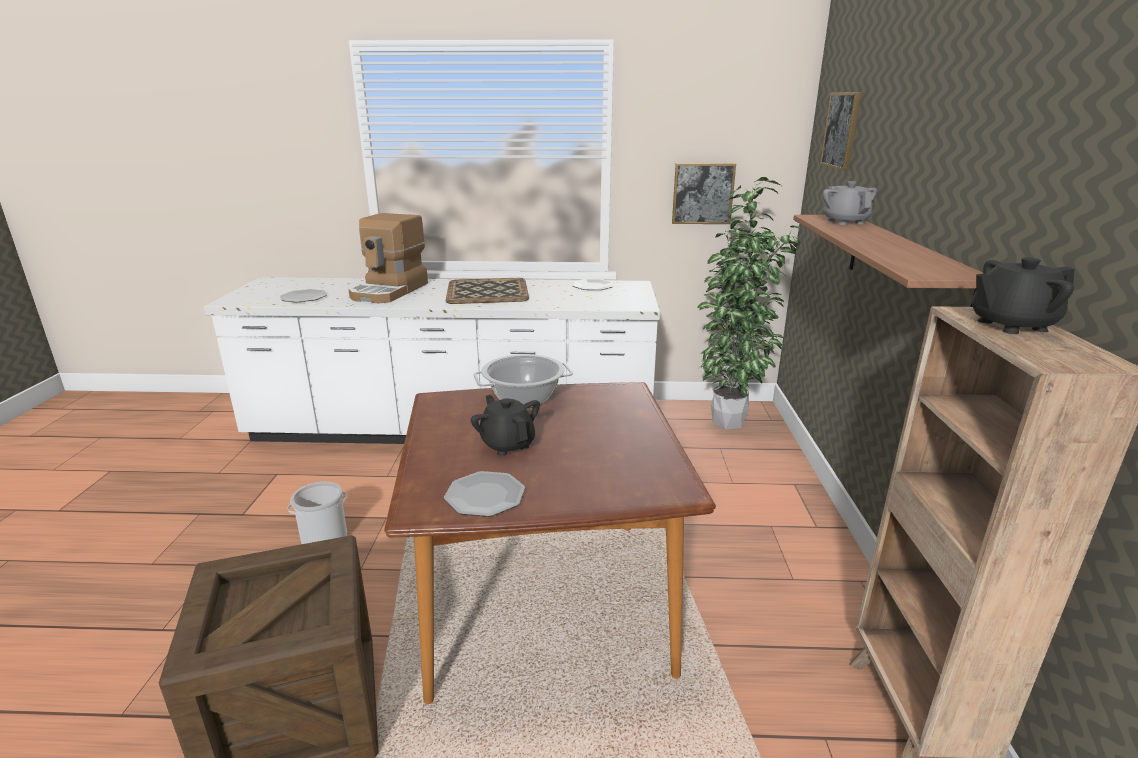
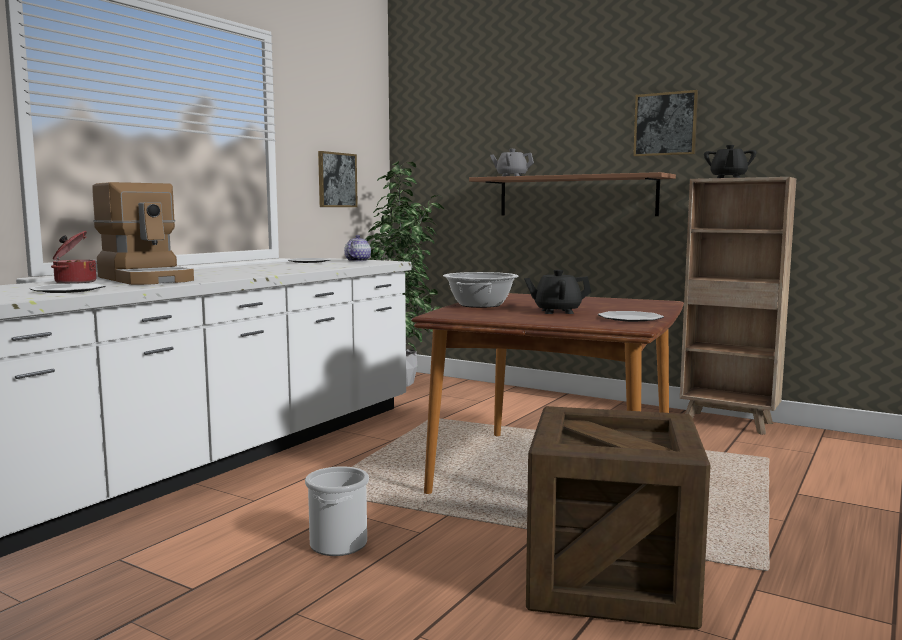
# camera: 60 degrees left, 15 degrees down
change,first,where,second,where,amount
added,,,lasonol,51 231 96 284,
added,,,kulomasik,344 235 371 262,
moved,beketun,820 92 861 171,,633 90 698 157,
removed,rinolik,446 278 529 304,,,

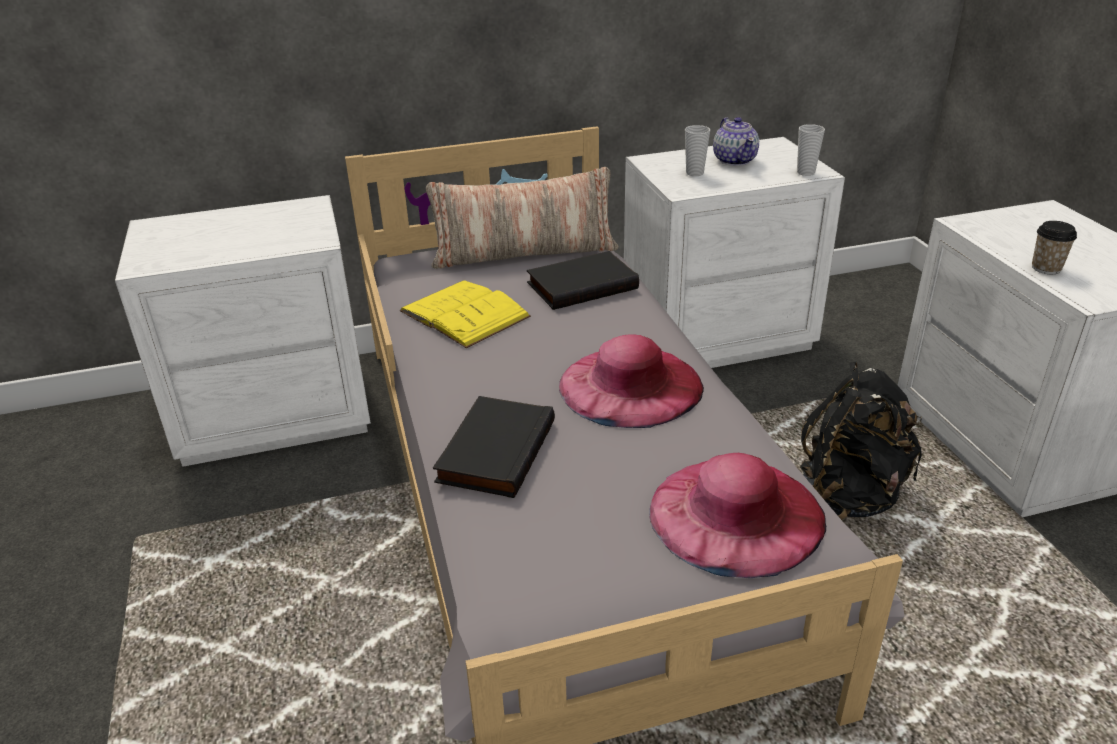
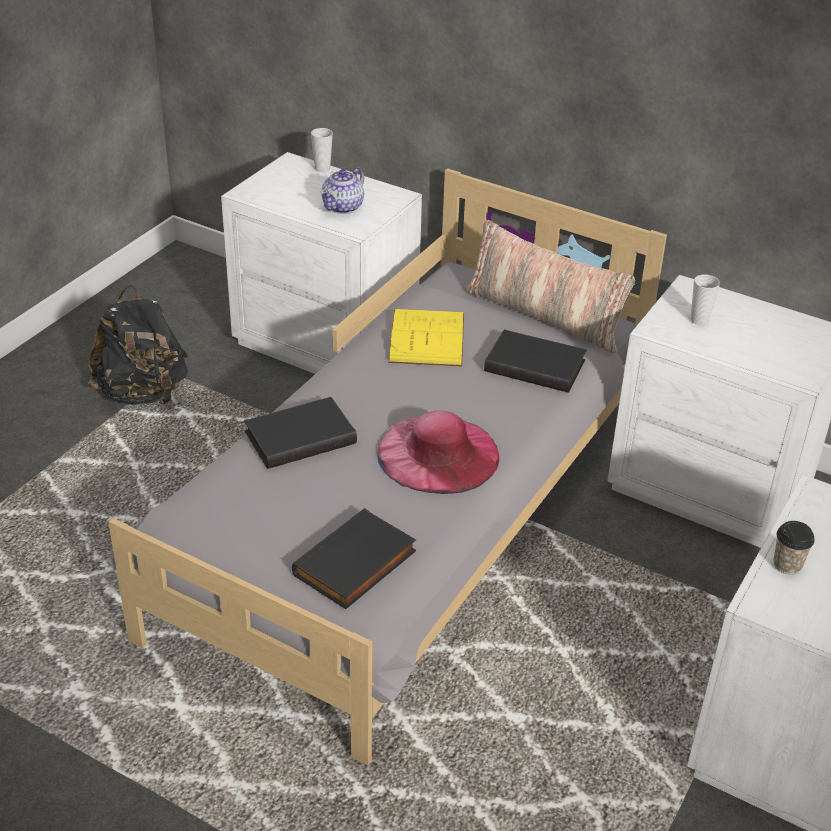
# camera: 45 degrees right, 5 degrees up
change,first,where,second,where,amount
moved,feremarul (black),800 362 922 520,,88 285 188 405,
replaced,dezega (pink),649 453 826 578,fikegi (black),292 508 416 609,
moved,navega,797 124 825 176,,311 128 333 172,
moved,kulomasik,713 117 759 166,,321 167 364 214,

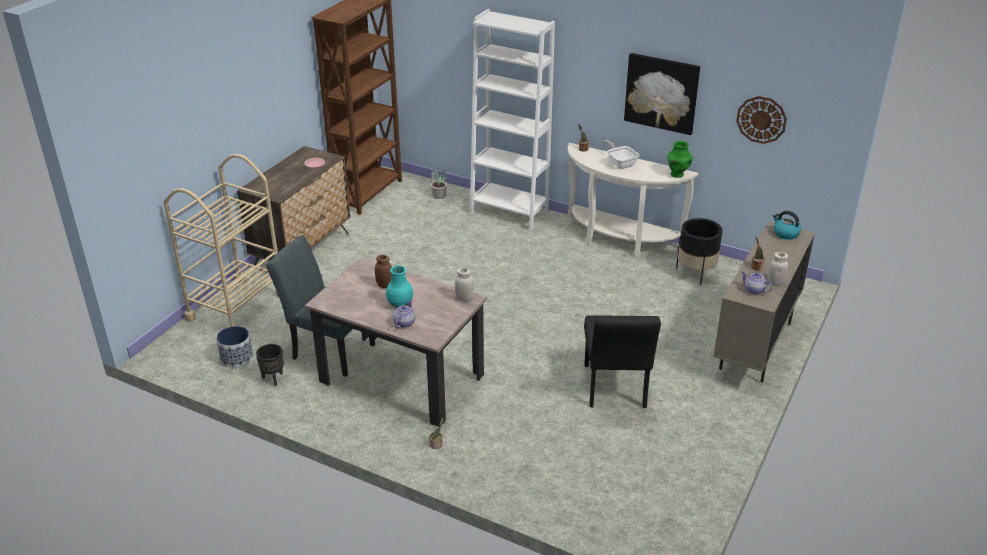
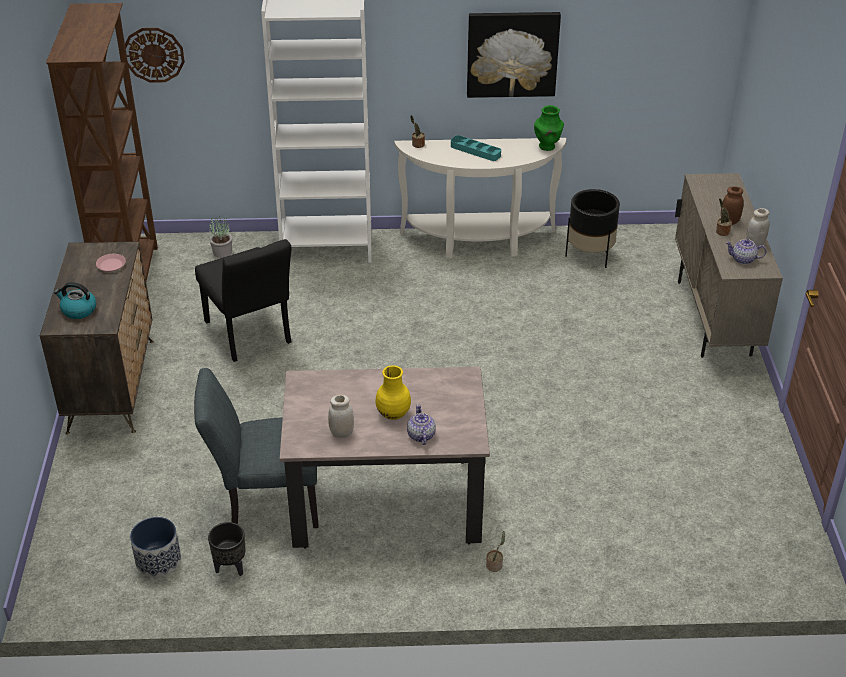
# camera: 30 degrees left, 5 degrees up
change,first,where,second,where,amount
moved,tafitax,773 211 801 240,,54 282 96 319,
moved,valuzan,736 96 787 144,,125 28 185 83,
moved,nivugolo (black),584 315 661 408,,195 239 291 362,
moved,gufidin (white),455 268 473 302,,328 395 354 438,
recoloured,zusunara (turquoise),386 266 413 308,zusunara (yellow),375 365 411 420,
replaced,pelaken,604 140 640 169,rinolik (turquoise),451 135 501 161,
moved,gufidin (brown),375 255 392 289,,721 187 744 225,
removed,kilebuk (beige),164 154 279 327,,,

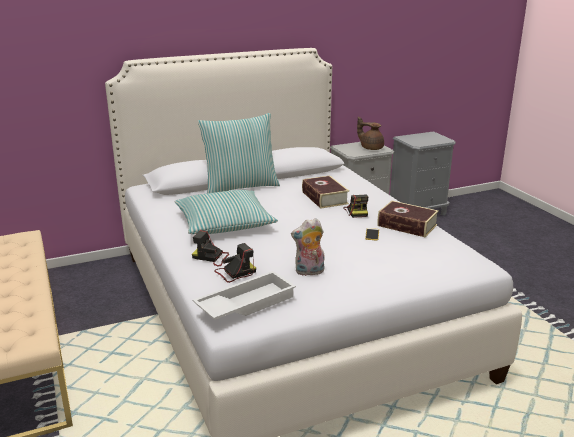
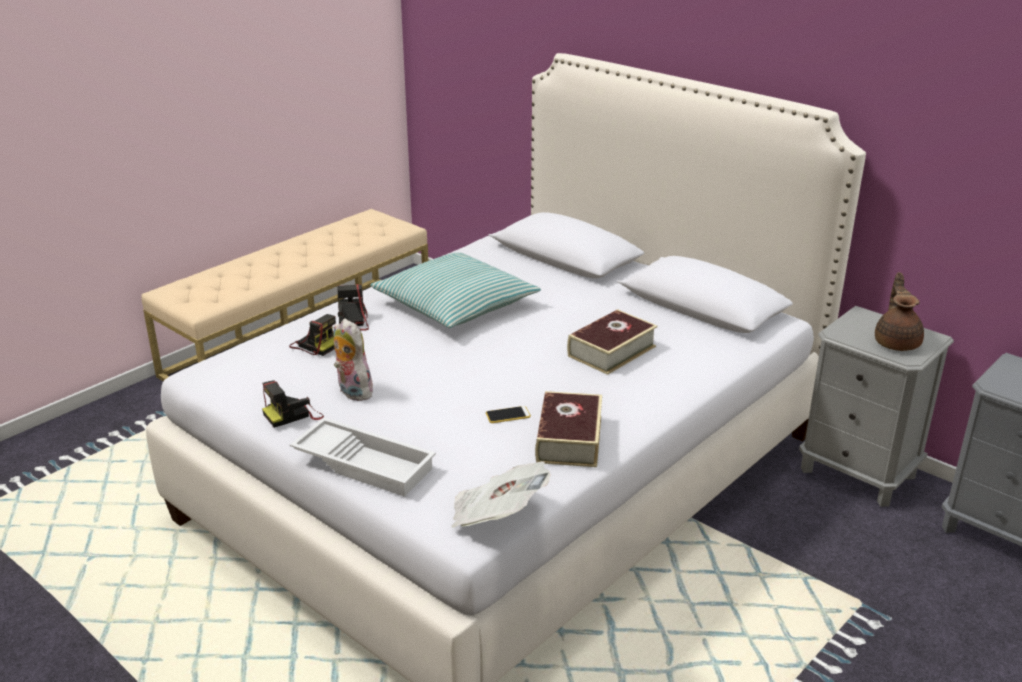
# camera: 65 degrees right, 5 degrees up
change,first,where,second,where,amount
moved,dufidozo,343 195 368 218,,262 380 324 428,
moved,rinolik (white),193 271 296 320,,290 417 436 497,
added,,,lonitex,452 461 550 528,
removed,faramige,198 113 280 193,,,

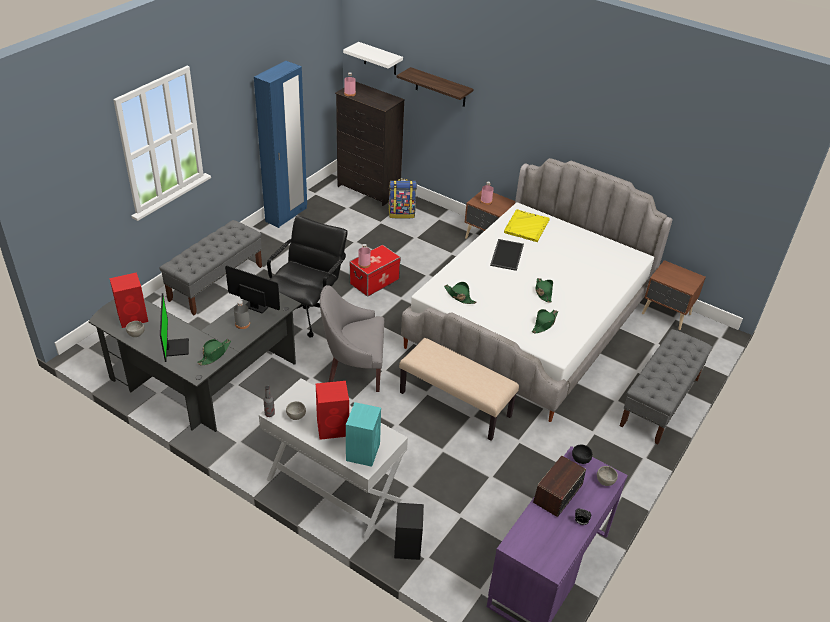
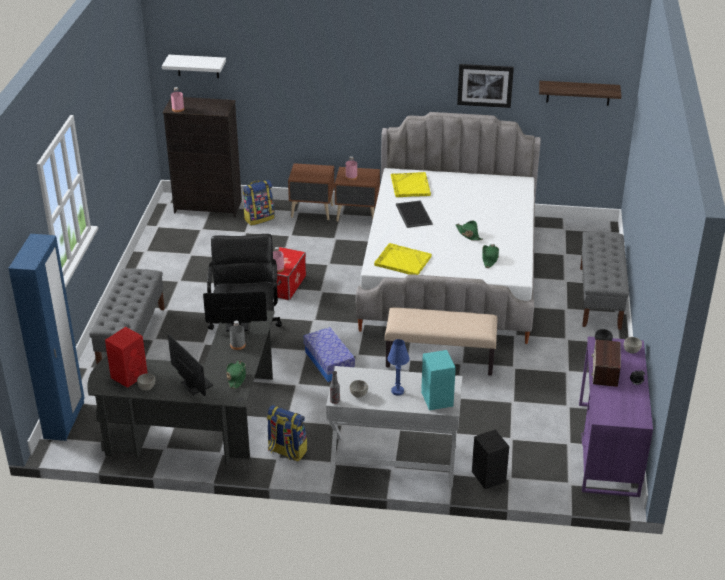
# camera: 25 degrees left, 5 degrees down
change,first,where,second,where,amount
moved,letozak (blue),254 61 307 228,,8 234 85 441,
added,,,feremarul,267 405 307 462,
moved,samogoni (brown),642 260 706 330,,288 163 335 220,
replaced,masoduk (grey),320 285 384 392,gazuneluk,304 327 355 382,
replaced,dezega (green),444 282 476 304,rinolik (yellow),374 243 432 275,
replaced,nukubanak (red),316 381 349 440,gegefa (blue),387 339 410 396,
added,,,beketun,457 64 514 108,
moved,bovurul,397 67 474 107,,539 81 622 106,

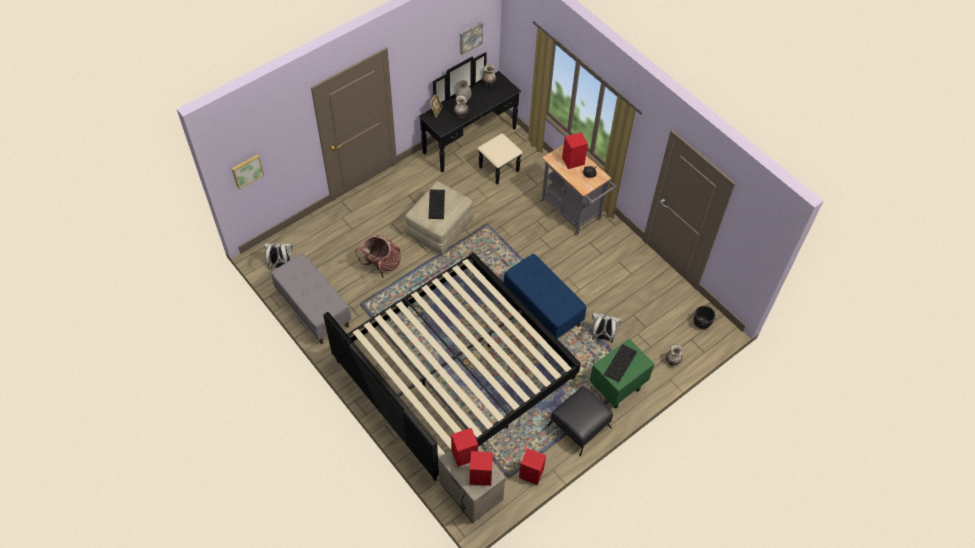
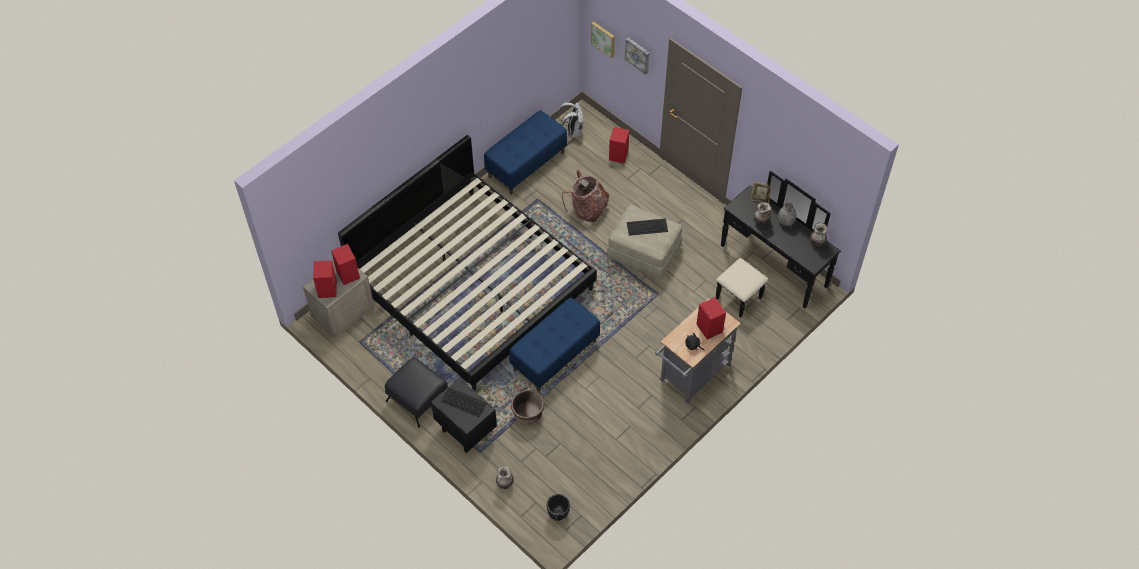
# camera: 85 degrees right, 0 degrees up
change,first,where,second,where,amount
recoloured,samogoni (green),589 339 654 408,samogoni (black),431 378 497 453,
recoloured,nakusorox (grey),271 253 351 344,nakusorox (blue),484 110 567 195,
replaced,feremarul (white),592 313 622 343,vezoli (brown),511 390 544 425,
moved,nukubanak (red),519 448 546 485,,609 127 630 164,
moved,beketun,460 22 483 55,,625 38 649 75,

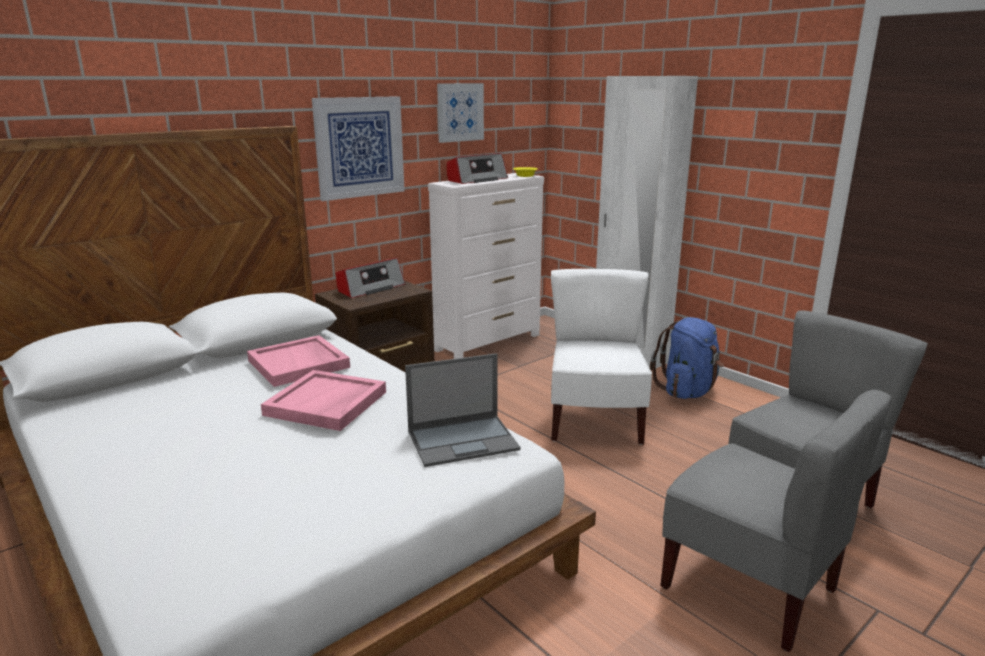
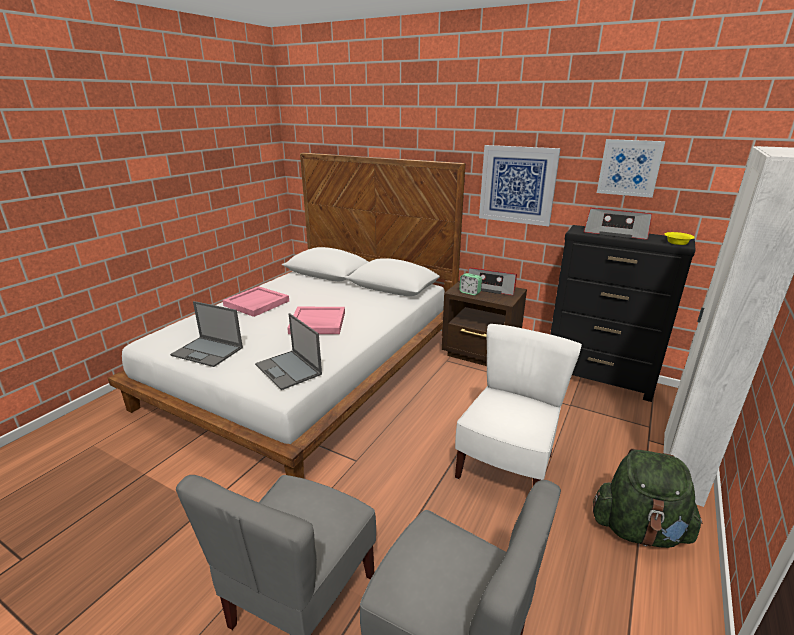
# camera: 70 degrees right, 5 degrees up
change,first,where,second,where,amount
added,,,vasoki,170 301 243 367,
moved,rinolik (pink),247 335 350 387,,223 286 289 317,
turned,nivugolo (white),551 269 652 445,,455 324 582 486,45 degrees counterclockwise
added,,,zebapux,459 273 482 295,
recoloured,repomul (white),428 173 544 359,repomul (black),550 225 696 402,
recoloured,feremarul (blue),650 317 724 399,feremarul (green),593 449 703 548,

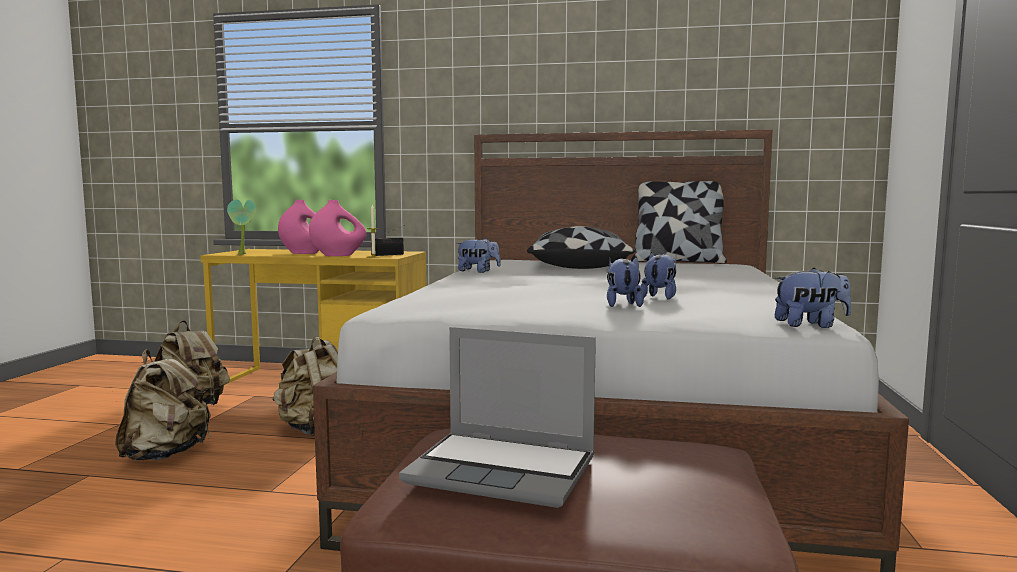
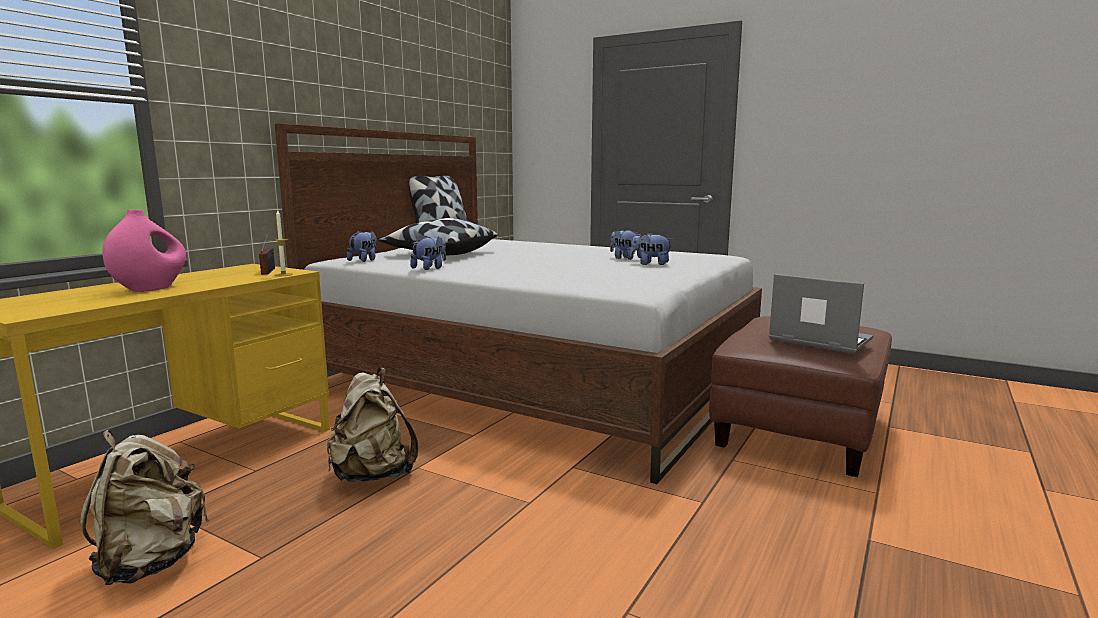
# camera: 70 degrees left, 5 degrees up
change,first,where,second,where,amount
moved,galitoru,774 268 851 328,,347 231 377 262,
turned,vasoki,399 327 596 508,,769 274 873 354,90 degrees counterclockwise
removed,feremarul (beige),115 349 211 460,,,
removed,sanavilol,227 200 256 255,,,
removed,zusunara (pink),309 200 366 256,,,

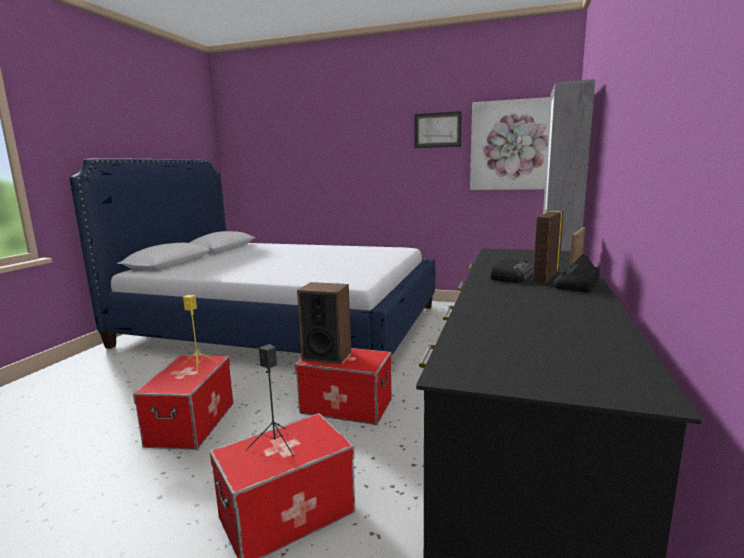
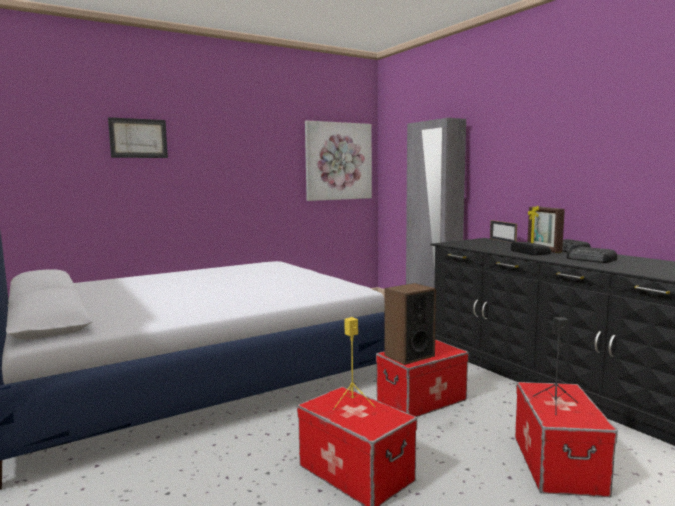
# camera: 50 degrees left, 5 degrees down
change,first,where,second,where,amount
moved,beketun,414 111 462 148,,108 117 168 158,
added,,,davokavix,567 247 617 263,

